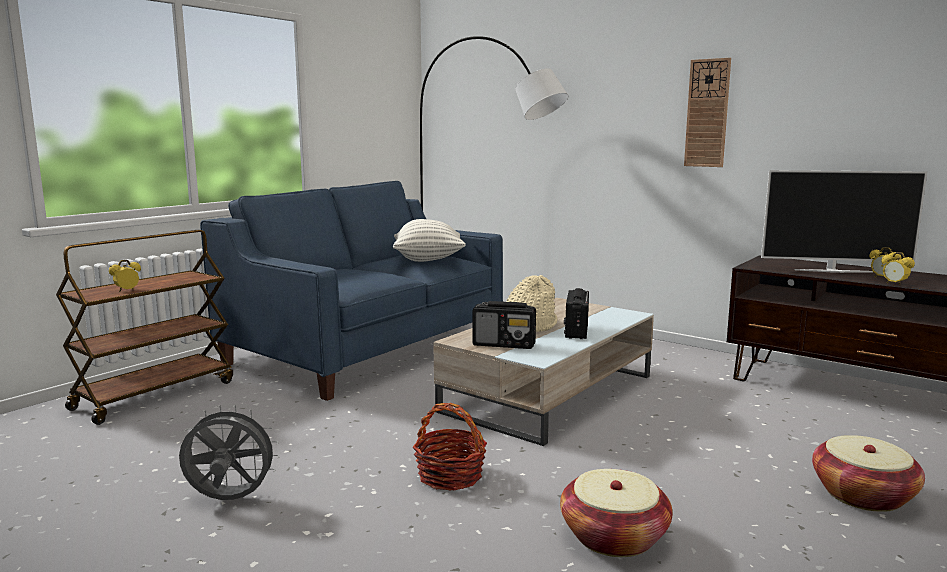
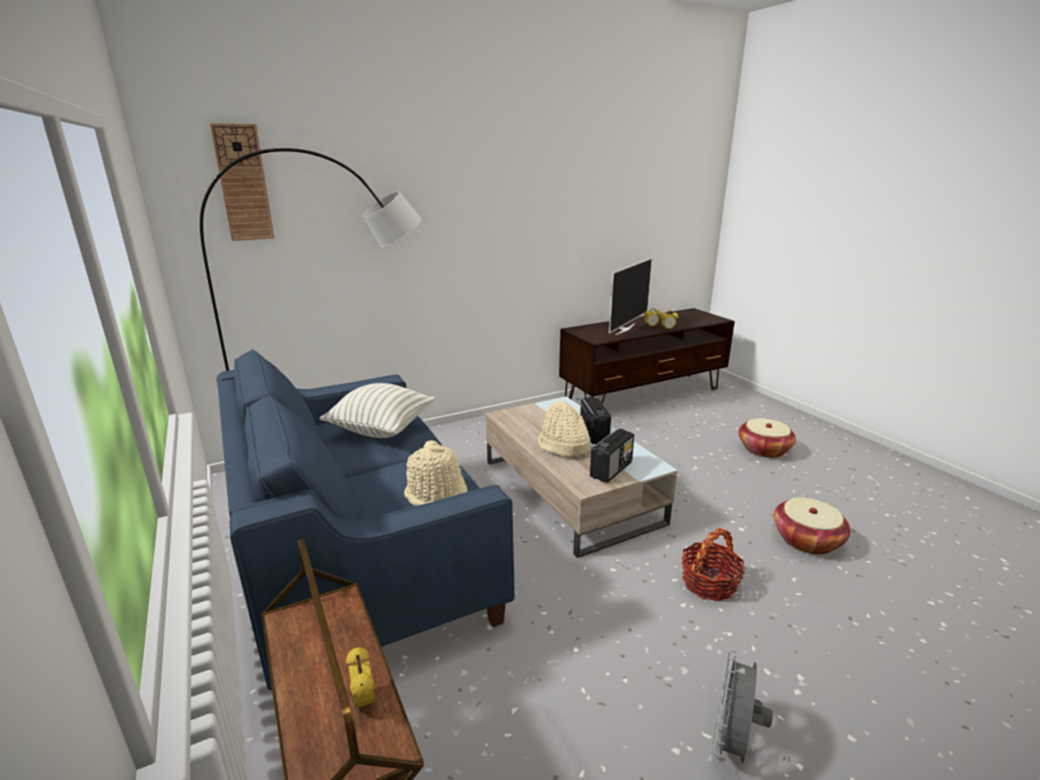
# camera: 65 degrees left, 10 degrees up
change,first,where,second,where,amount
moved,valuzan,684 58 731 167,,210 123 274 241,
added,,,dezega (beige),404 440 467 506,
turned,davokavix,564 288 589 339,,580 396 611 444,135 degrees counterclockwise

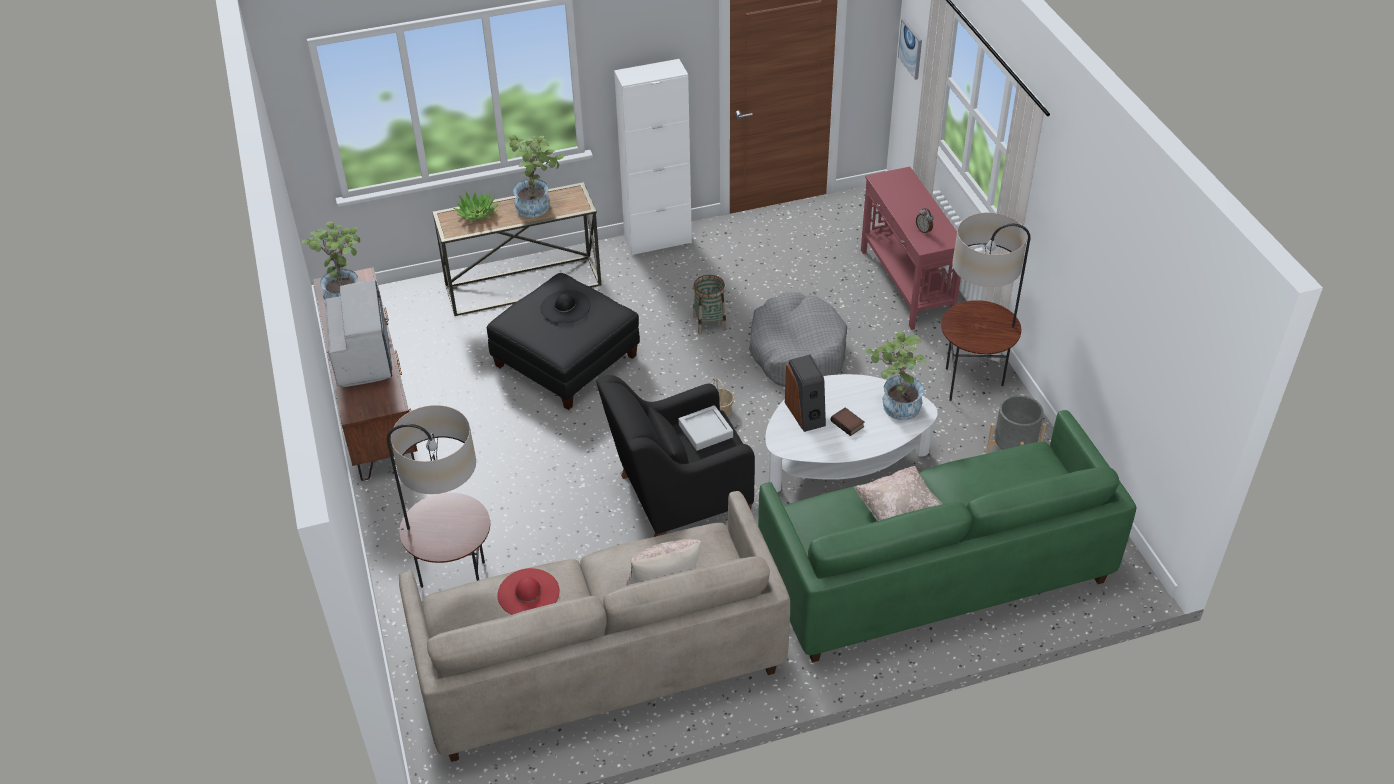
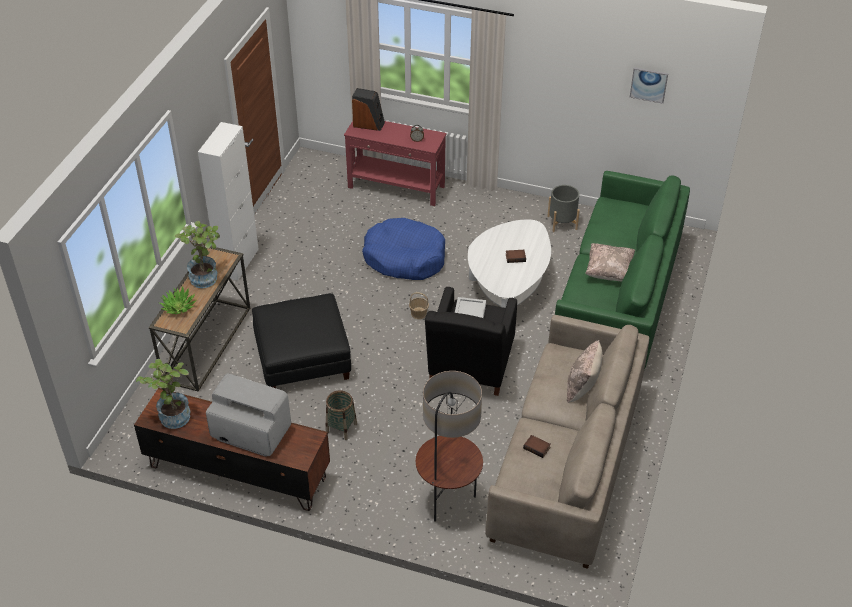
# camera: 55 degrees left, 0 degrees up
change,first,where,second,where,amount
moved,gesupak,693 275 726 334,,326 391 357 440,
moved,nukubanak,785 355 826 432,,352 88 385 131,
recoloured,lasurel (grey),749 292 847 387,lasurel (blue),362 218 445 280,
replaced,dezega (red),497 568 560 615,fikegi,523 435 551 458,
moved,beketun,898 19 922 80,,629 67 668 104,
removed,dezega (black),541 290 591 323,,,
removed,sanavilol,865 331 927 420,,,
removed,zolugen,941 212 1031 401,,,

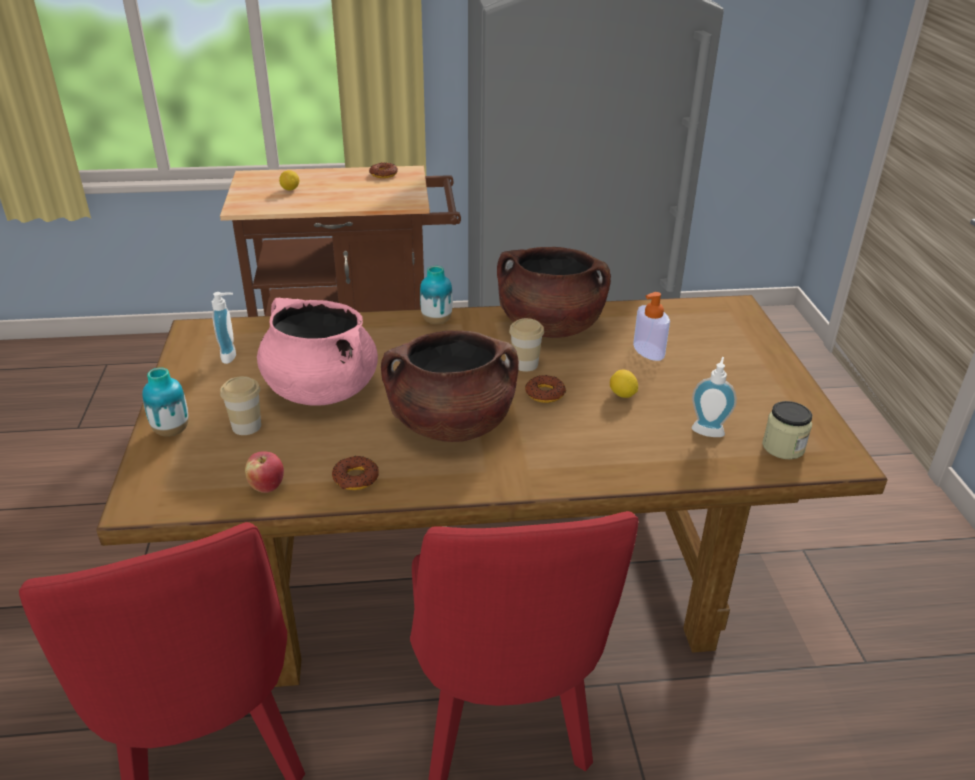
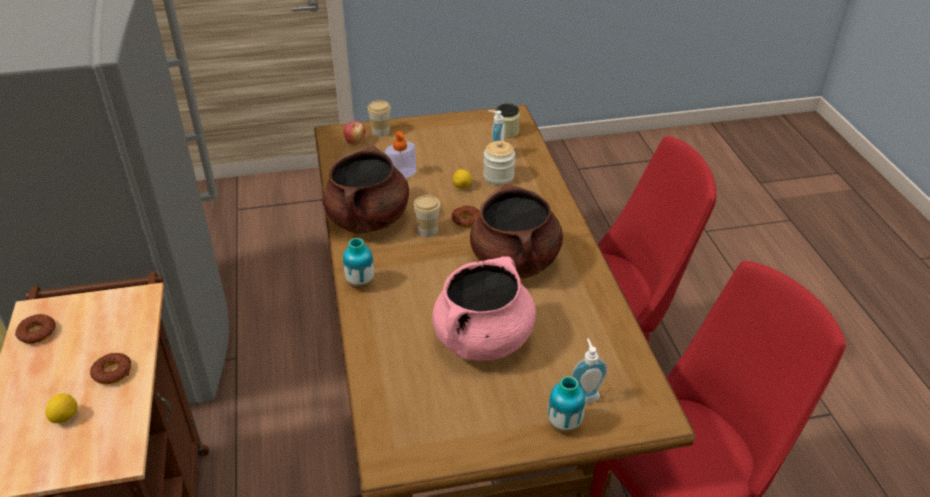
# camera: 95 degrees left, 5 degrees up
change,first,where,second,where,amount
moved,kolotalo,332 456 379 490,,90 353 131 384,
moved,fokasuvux,245 451 284 493,,344 121 365 145,
moved,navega,220 376 261 435,,367 100 391 137,
added,,,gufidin,483 141 515 185,
moved,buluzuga,212 292 236 364,,571 339 608 404,

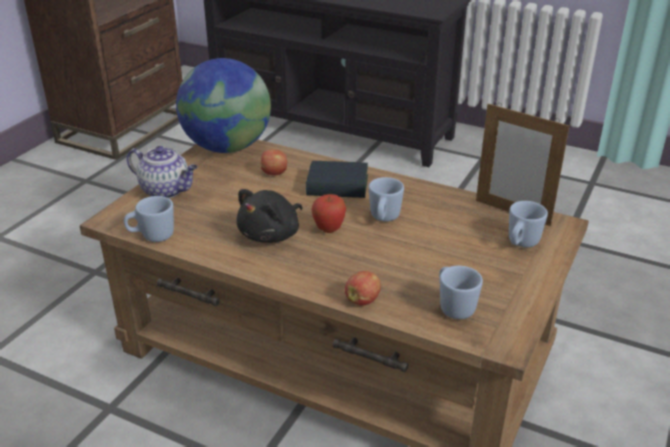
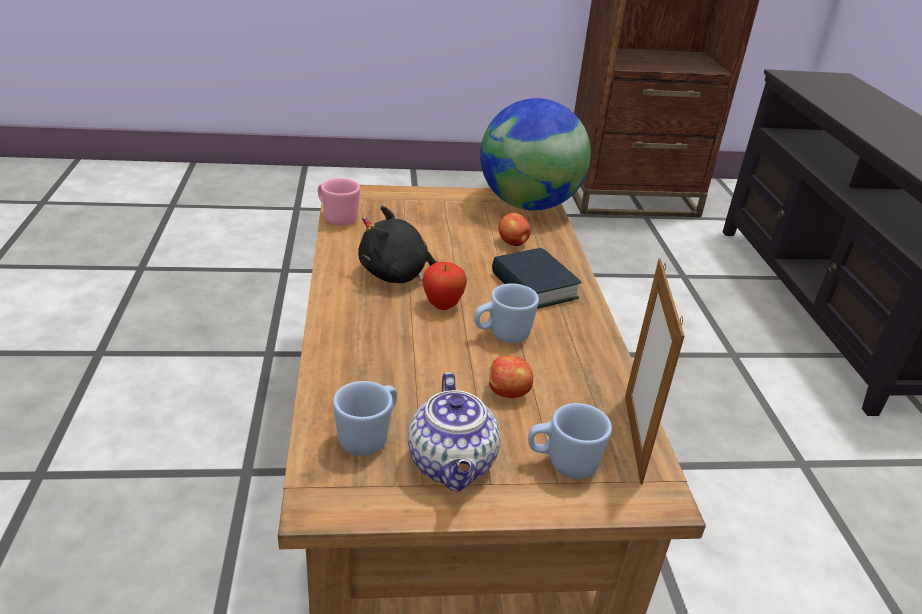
# camera: 55 degrees right, 0 degrees up
change,first,where,second,where,amount
recoloured,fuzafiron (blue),124 196 174 242,fuzafiron (pink),318 178 360 226,
moved,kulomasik,127 146 198 198,,408 372 500 492,
moved,fokasuvux,345 271 381 306,,489 356 533 398,

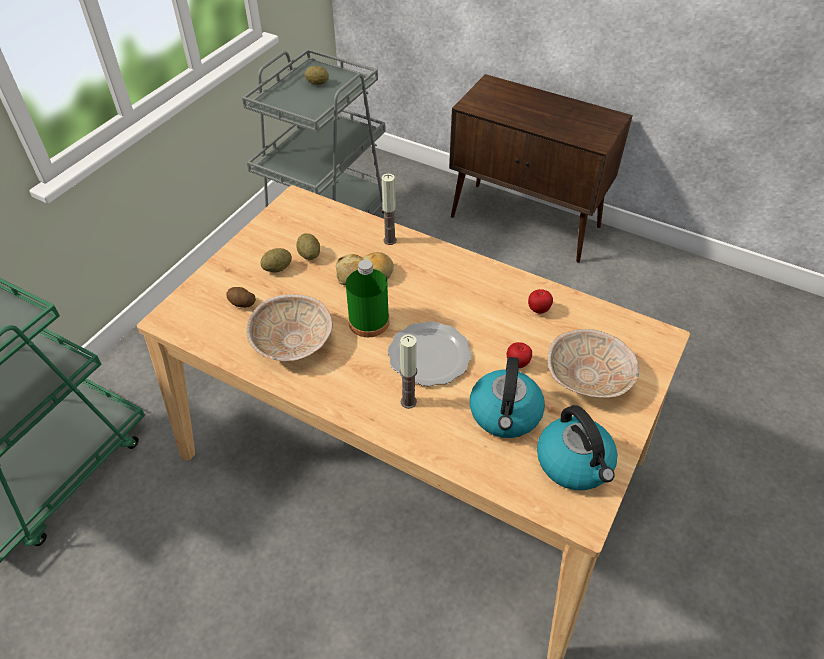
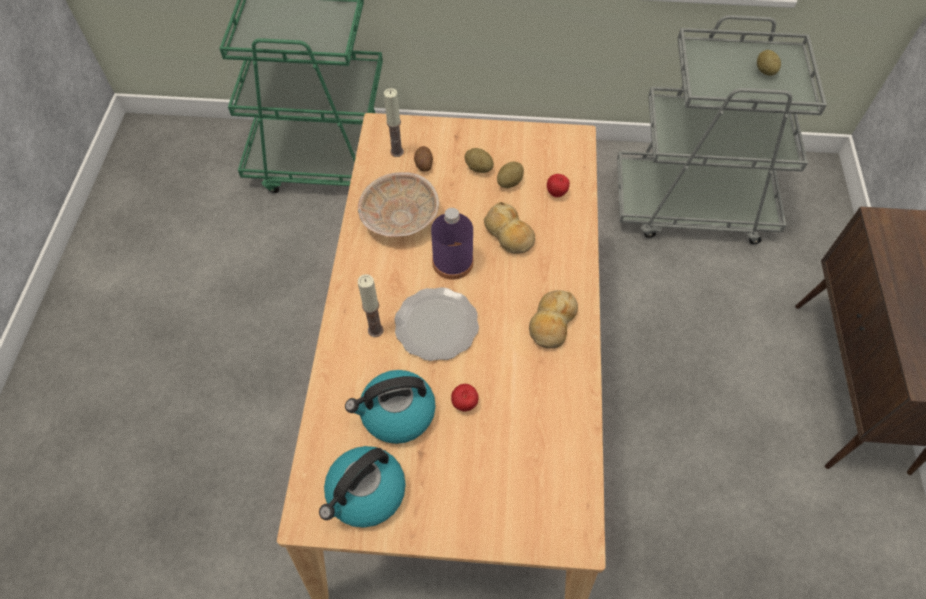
# camera: 65 degrees right, 10 degrees up
change,first,where,second,where,amount
moved,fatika,382 174 397 245,,384 88 404 157,
recoloured,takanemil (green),346 260 390 337,takanemil (purple),431 208 473 280,
added,,,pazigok,529 290 578 349,
moved,fokasuvux,528 289 553 314,,547 174 570 197,
removed,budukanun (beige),547 329 639 398,,,

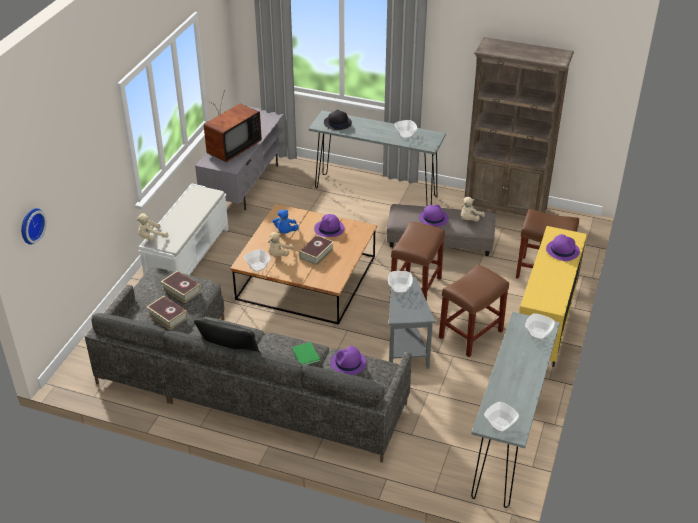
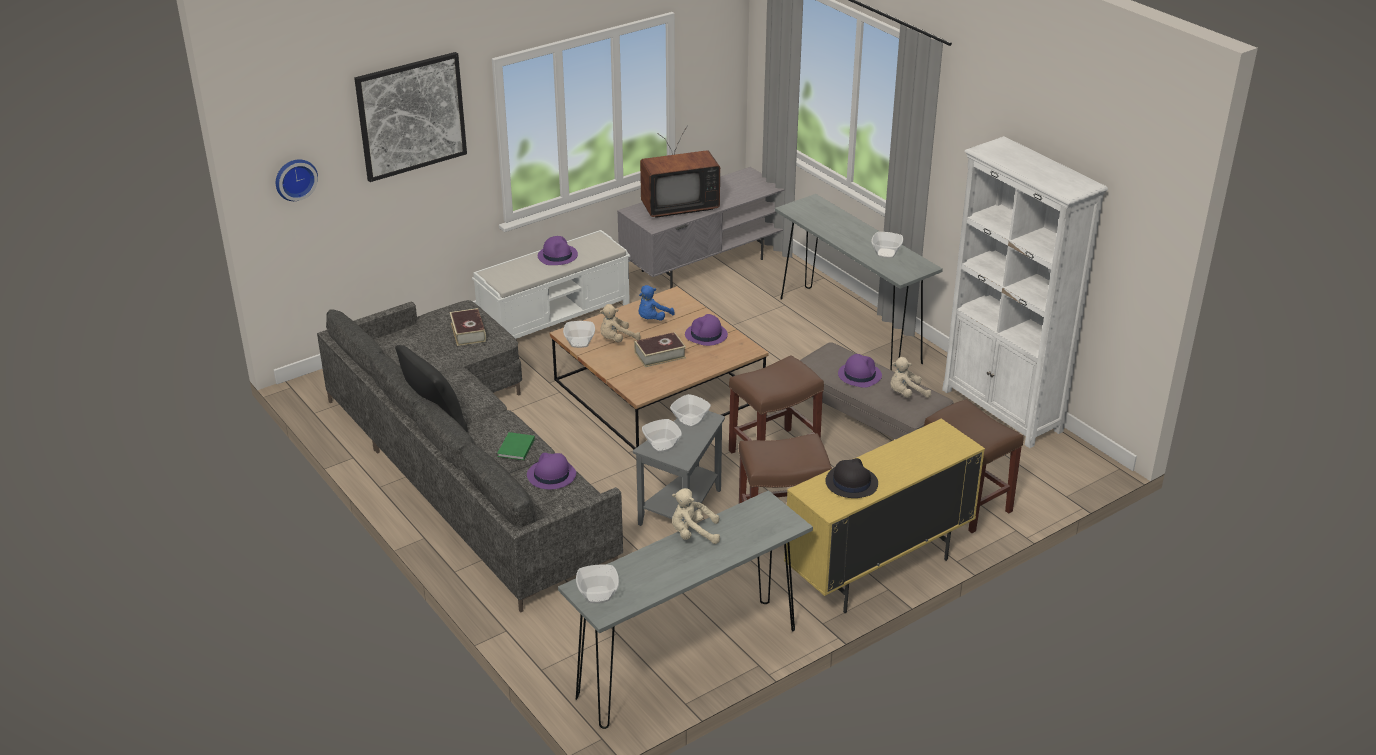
# camera: 35 degrees right, 5 degrees down
change,first,where,second,where,amount
added,,,beketun,354 52 467 182,
moved,dezega (purple),546 234 580 261,,538 236 578 265,
moved,budukanun,525 313 555 340,,642 419 682 452,
moved,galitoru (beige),136 213 168 241,,672 488 720 544,
moved,dezega (black),324 109 352 130,,825 458 878 498,
recoloured,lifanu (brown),464 37 574 216,lifanu (white),942 136 1108 448,
removed,fikegi,147 296 188 330,,,

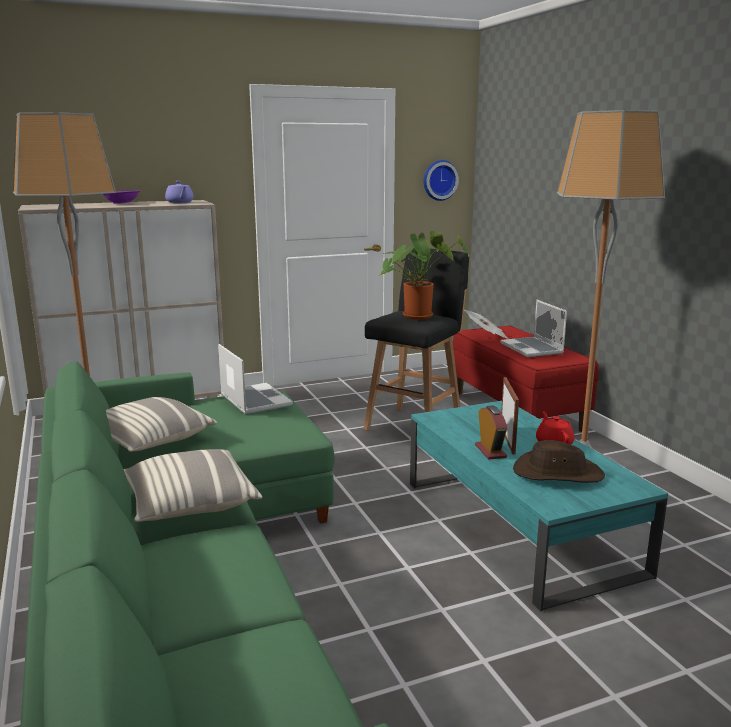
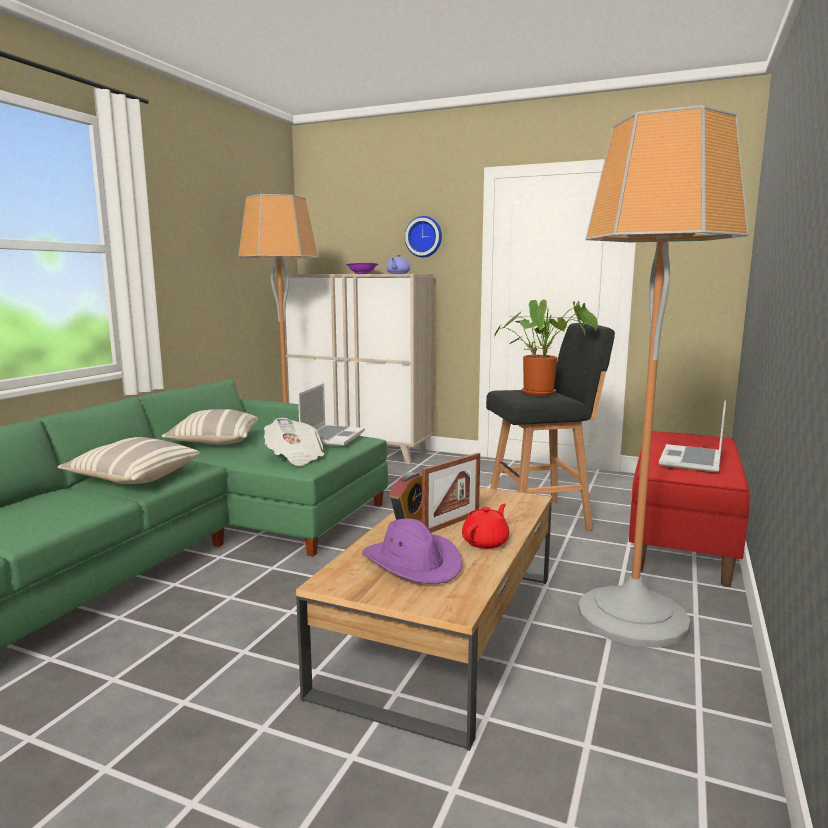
# camera: 45 degrees right, 5 degrees down
change,first,where,second,where,amount
moved,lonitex,464 310 509 339,,264 418 324 466,
recoloured,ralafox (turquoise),410 401 668 612,ralafox (brown),296 487 552 751,
recoloured,dezega (brown),513 440 605 483,dezega (purple),362 519 462 584,
moved,valuzan,423 160 459 201,,405 216 442 257,

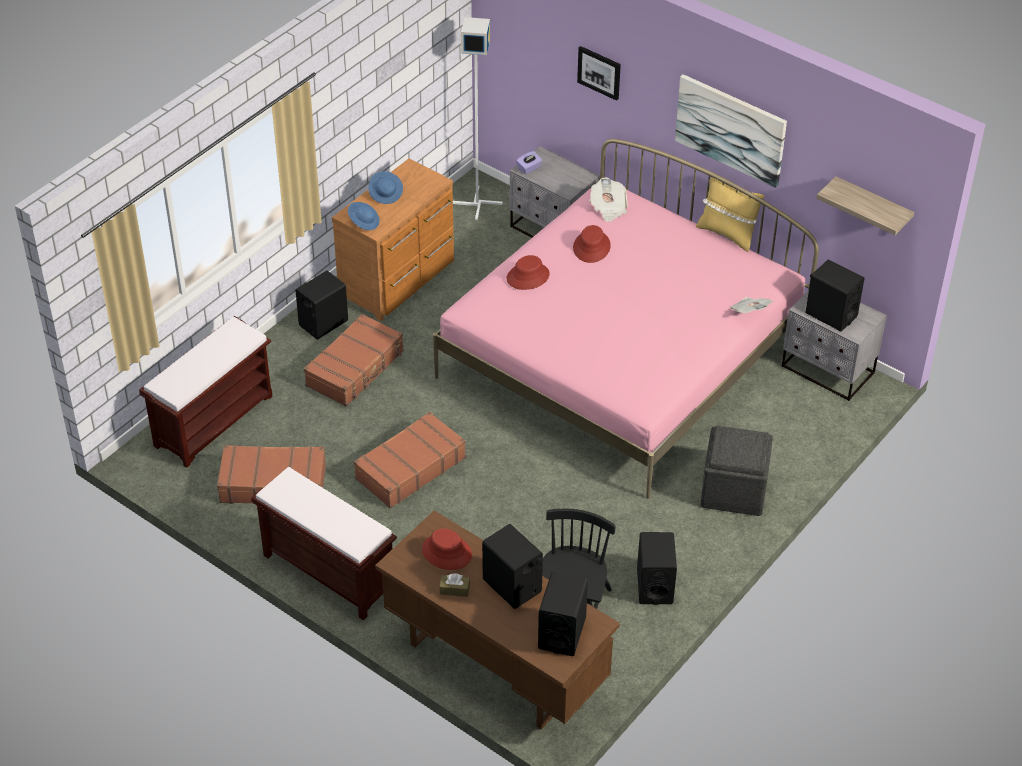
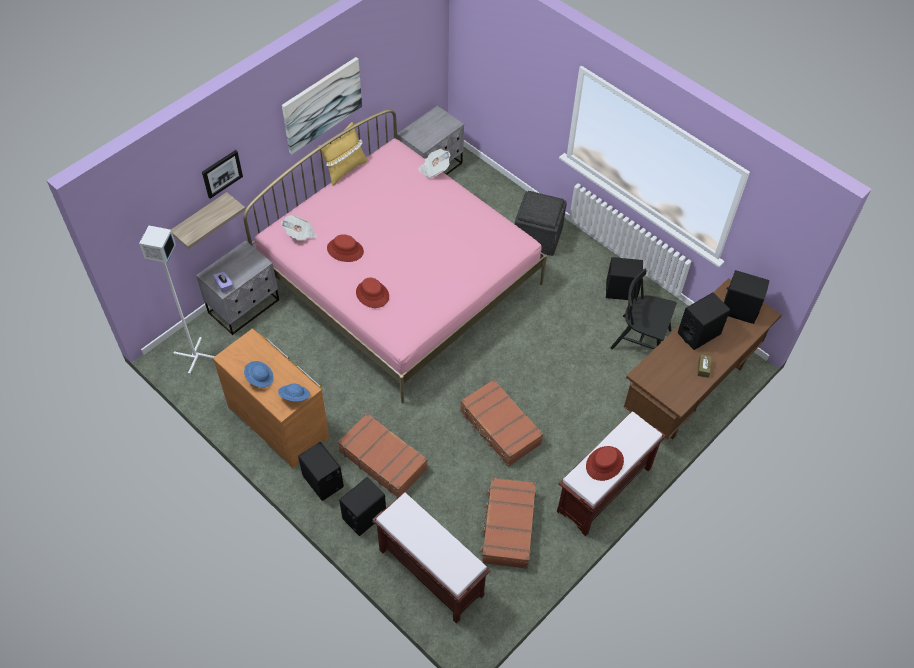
# camera: 85 degrees left, 10 degrees up
change,first,where,second,where,amount
moved,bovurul,816 176 914 235,,171 192 245 249,
moved,nukubanak (black),805 259 865 332,,339 477 386 536,
moved,dezega (red),422 528 472 570,,586 446 624 481,

